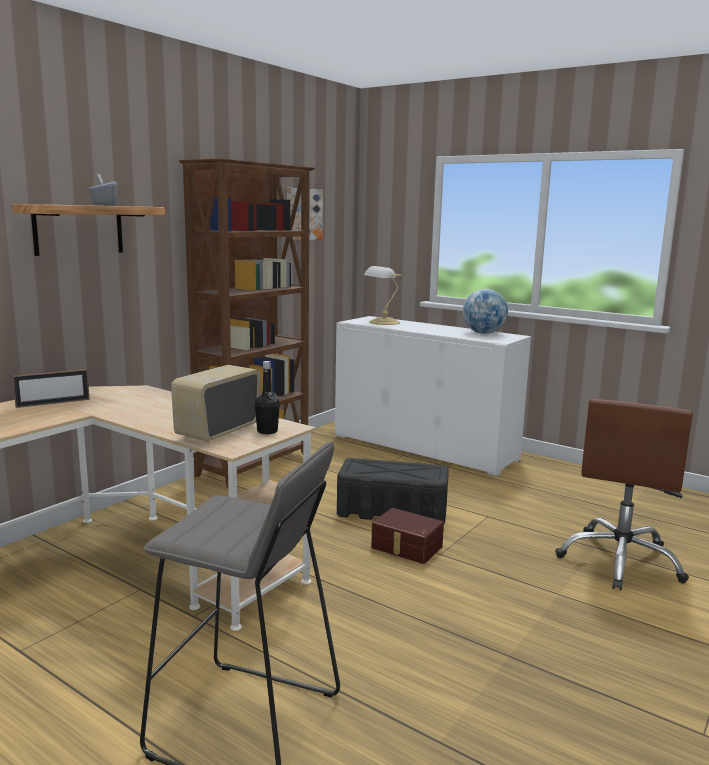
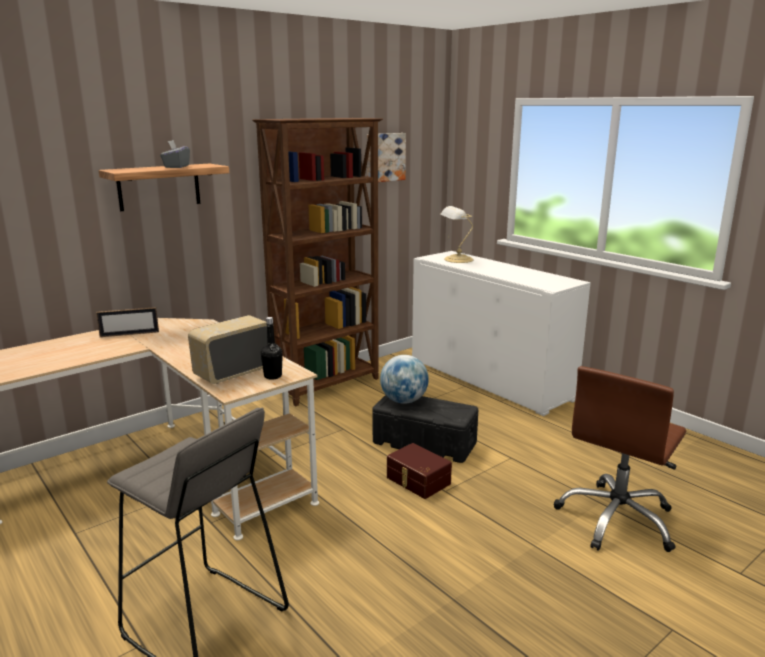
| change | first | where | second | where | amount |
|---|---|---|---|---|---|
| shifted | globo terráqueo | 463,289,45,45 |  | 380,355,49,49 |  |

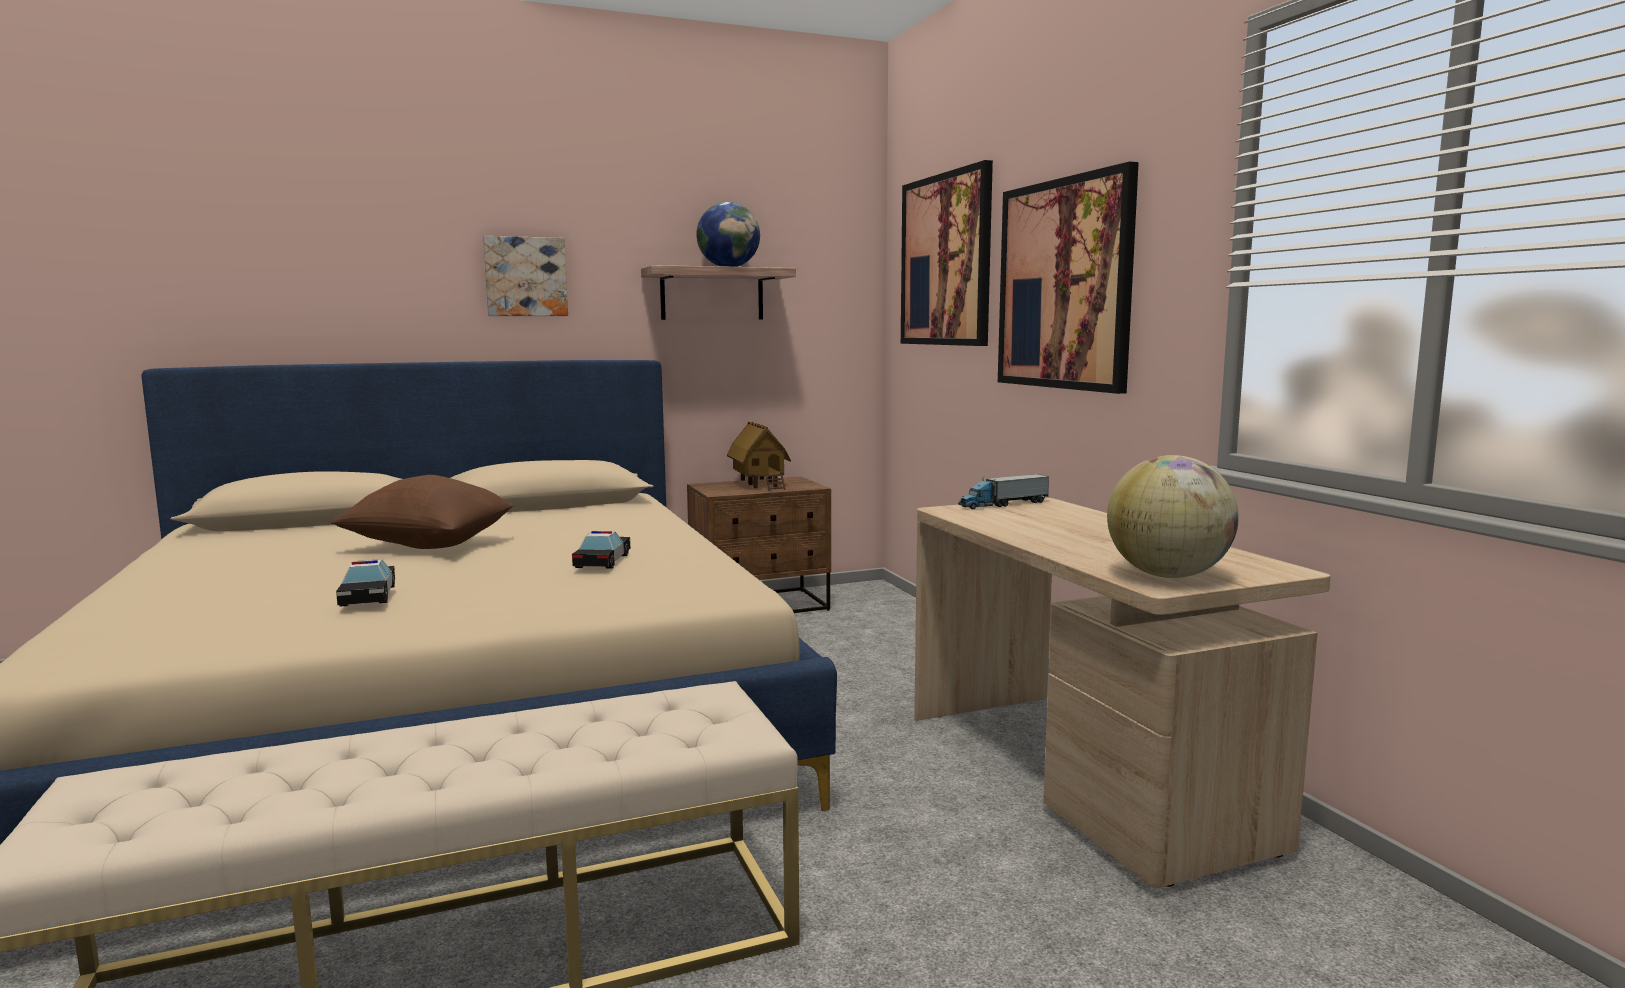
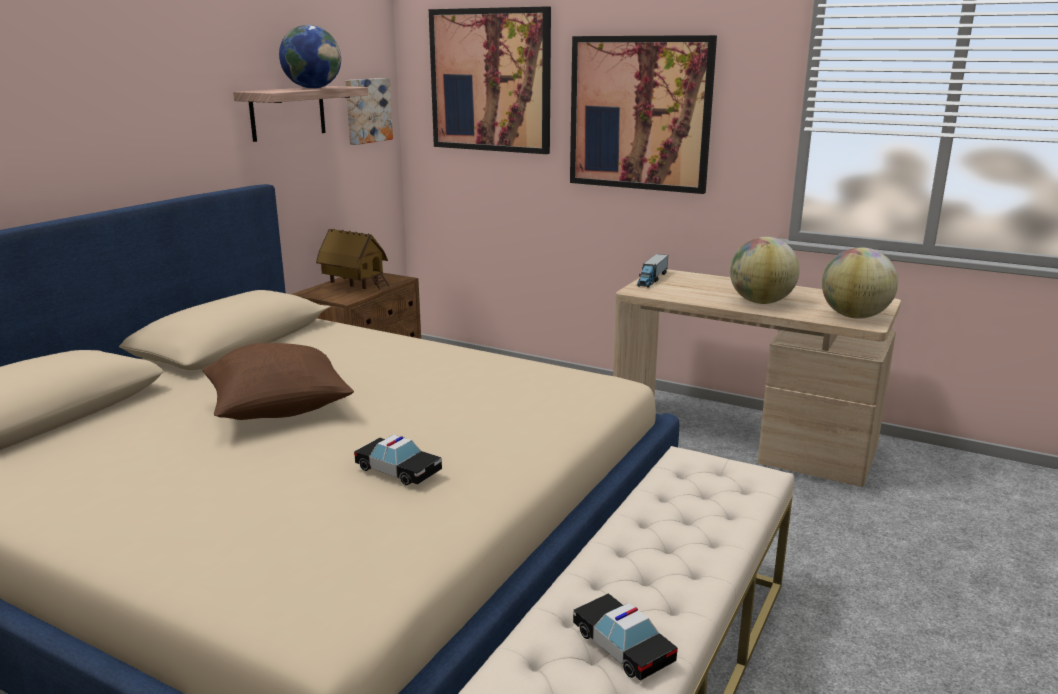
| change | first | where | second | where | amount |
|---|---|---|---|---|---|
| shifted | cuadro | 483,236,85,80 |  | 345,78,48,67 |  |
| shifted | coche de juguete | 572,531,58,38 |  | 573,593,105,88 |  |
| new |  |  | globo terráqueo | 730,237,70,67 |  |

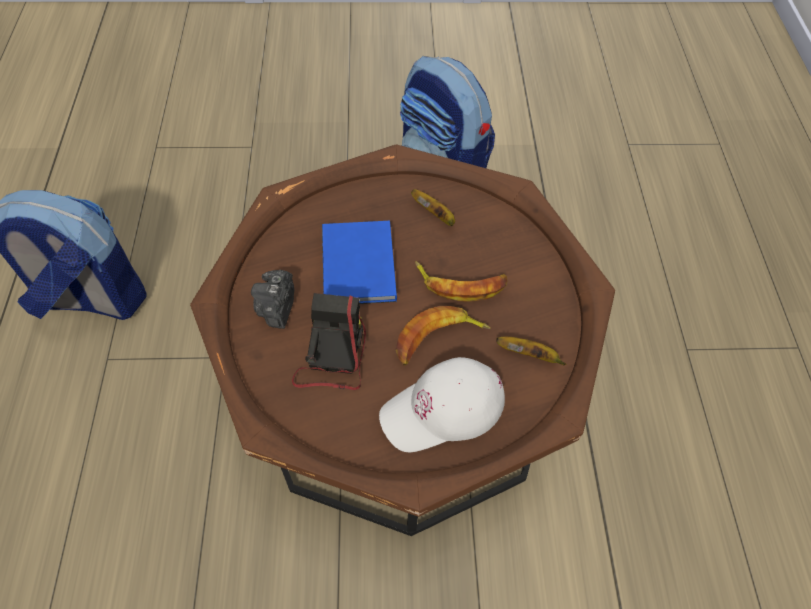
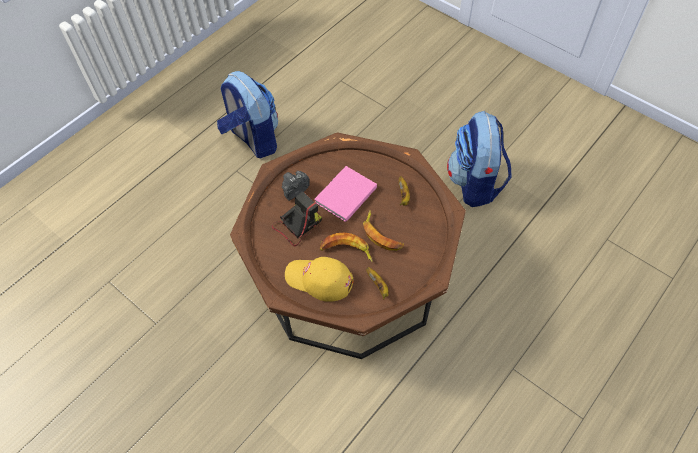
| change | first | where | second | where | amount |
|---|---|---|---|---|---|
| repainted | libro [azul] | 322,221,75,83 | libro [rosa] | 314,166,63,56 |  |
| repainted | gorra [blanco] | 379,357,126,96 | gorra [amarillo] | 285,257,68,45 |  |

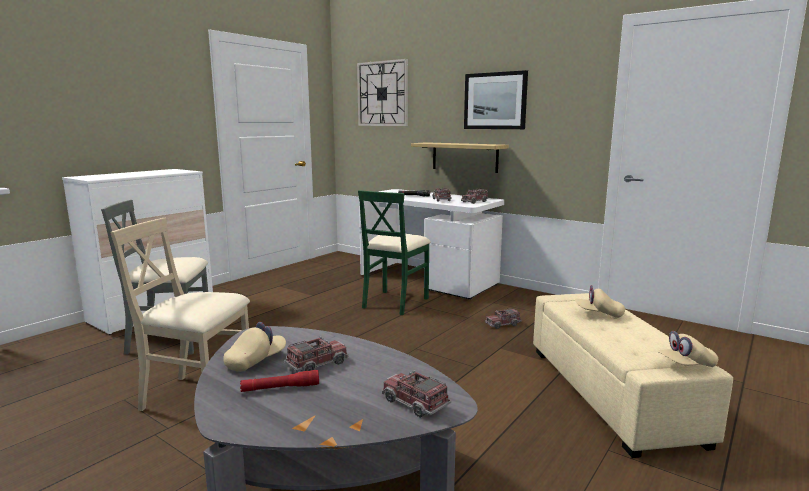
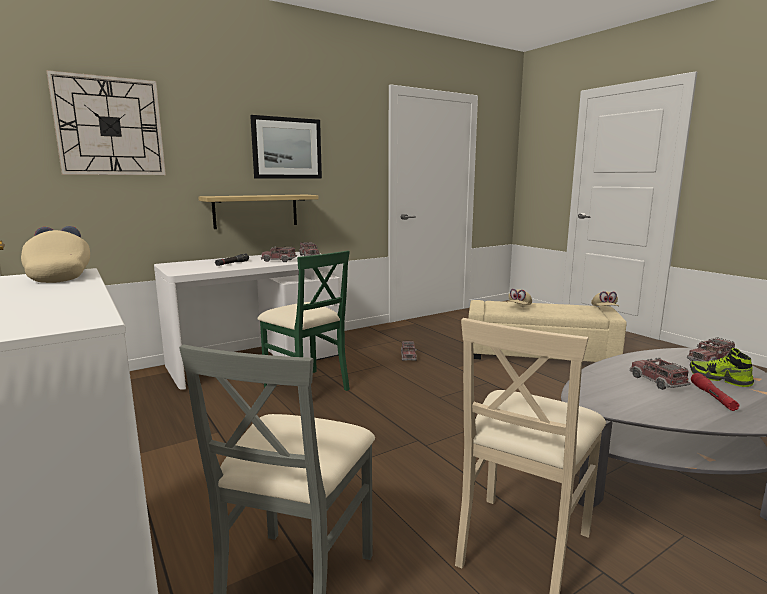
| change | first | where | second | where | amount |
|---|---|---|---|---|---|
| shifted | gorra [beis] | 224,322,62,50 |  | 21,226,69,57 |  |
| new |  |  | zapato | 690,348,64,39 |  |

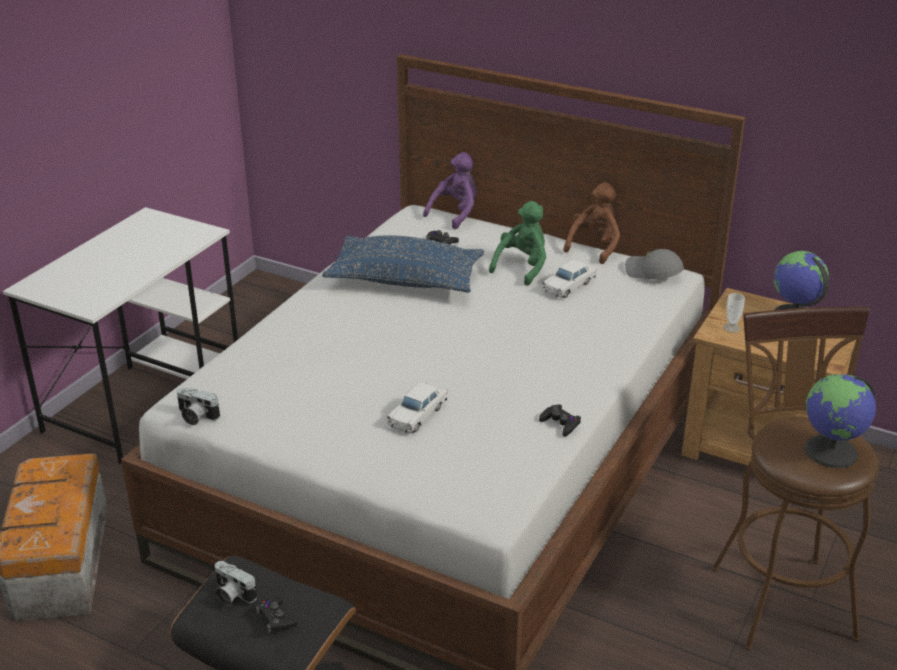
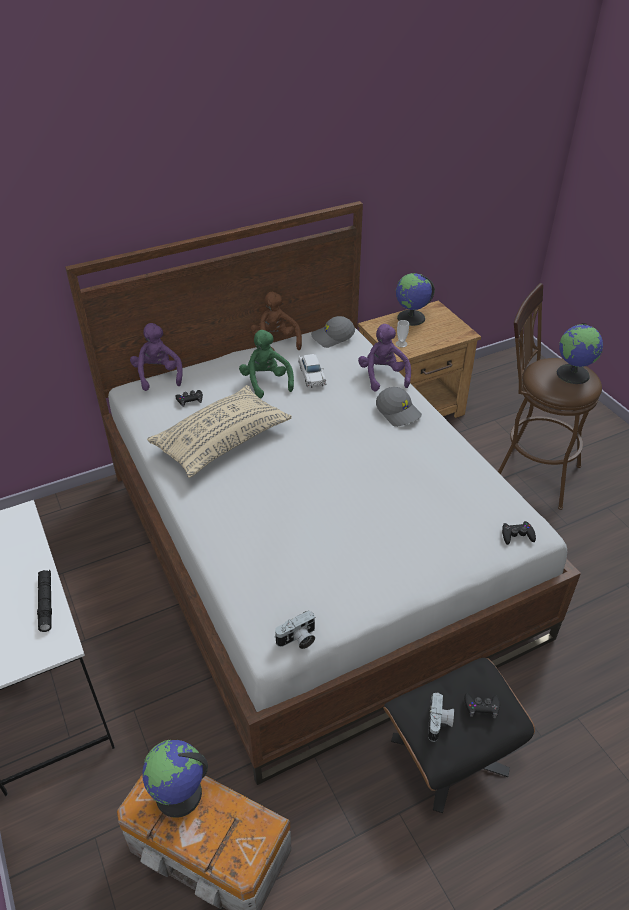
| change | first | where | second | where | amount |
|---|---|---|---|---|---|
| rotated | cámara | 215,561,42,45 |  | 428,692,26,50 | 60 degrees counterclockwise |
| repainted | cojín [azul] | 322,235,162,57 | cojín [beis] | 147,385,145,93 |  |
| gone | coche de juguete [blanco] | 387,382,60,51 |  |  |  |
| shifted | mando de consola [negro] | 539,404,42,33 |  | 502,521,34,24 |  |
| new |  |  | linterna [negro] | 37,570,15,62 |  |
| new |  |  | globo terráqueo | 142,739,66,79 |  |
| new |  |  | peluche [morado] | 358,324,53,68 |  |
| new |  |  | gorra [gris] | 376,387,46,40 |  |

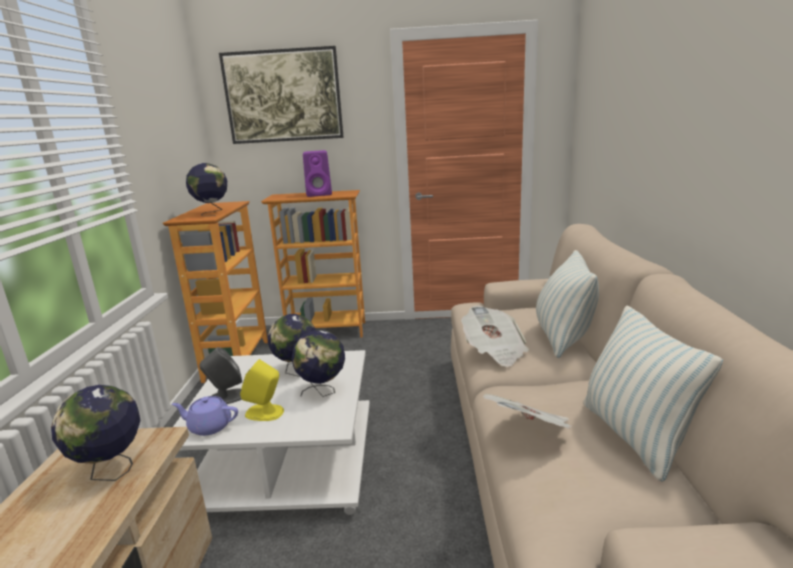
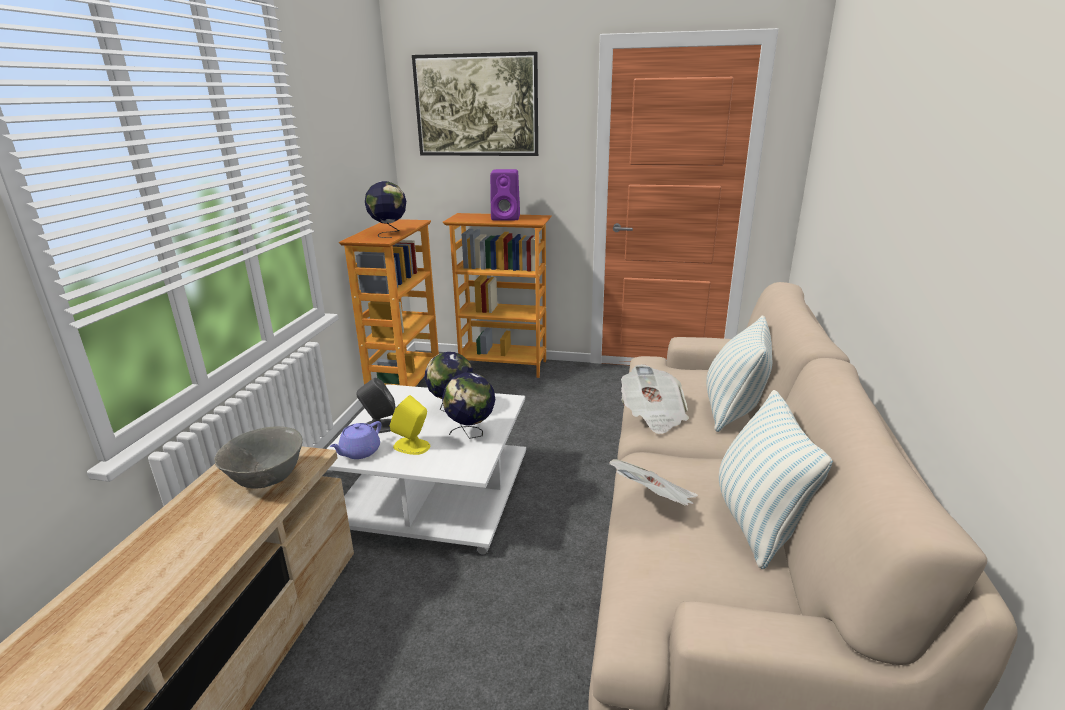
| change | first | where | second | where | amount |
|---|---|---|---|---|---|
| swapped | globo terráqueo | 51,385,89,96 | cuenco [gris] | 214,426,89,63 |  |
| rotated | tetera [morado] | 172,396,66,40 |  | 329,421,52,38 | 75 degrees counterclockwise |

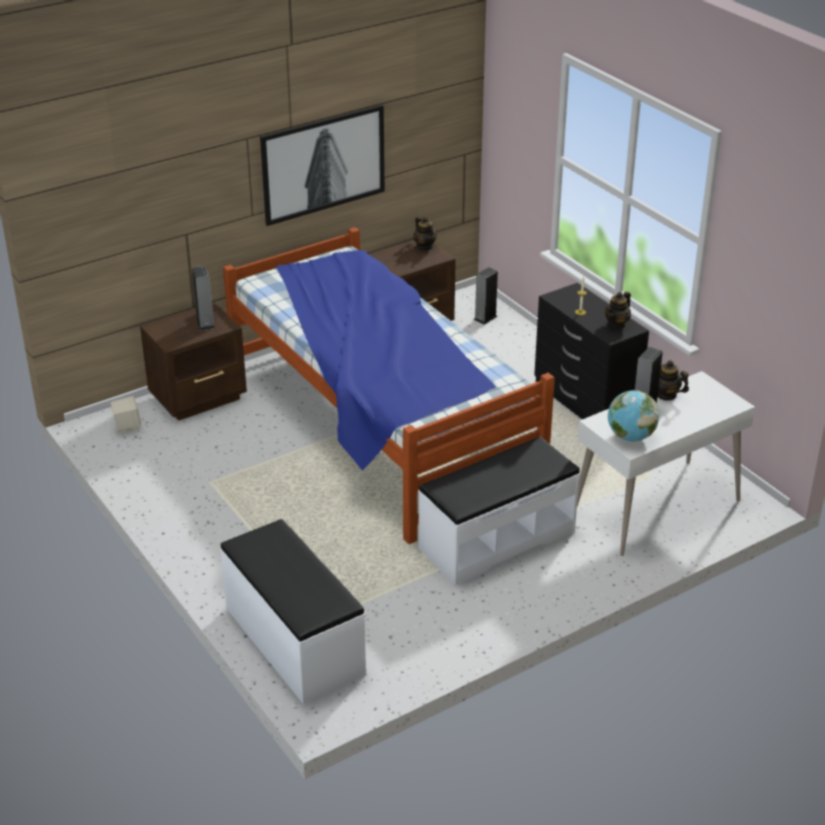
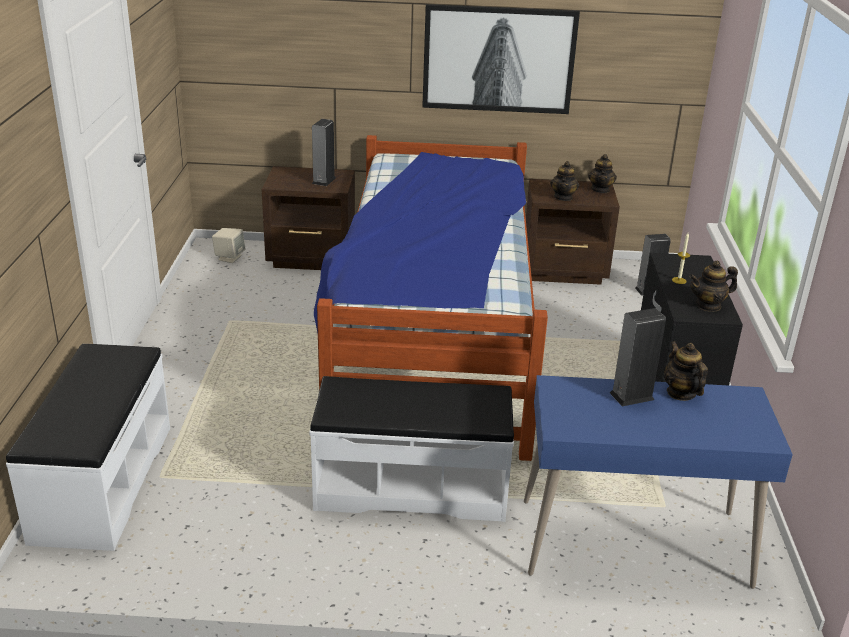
| change | first | where | second | where | amount |
|---|---|---|---|---|---|
| repainted | escritorio [blanco] | 577,371,178,185 | escritorio [azul] | 524,375,269,214 |  |
| gone | globo terráqueo | 608,390,51,51 |  |  |  |
| new |  |  | tetera | 550,161,29,40 |  |

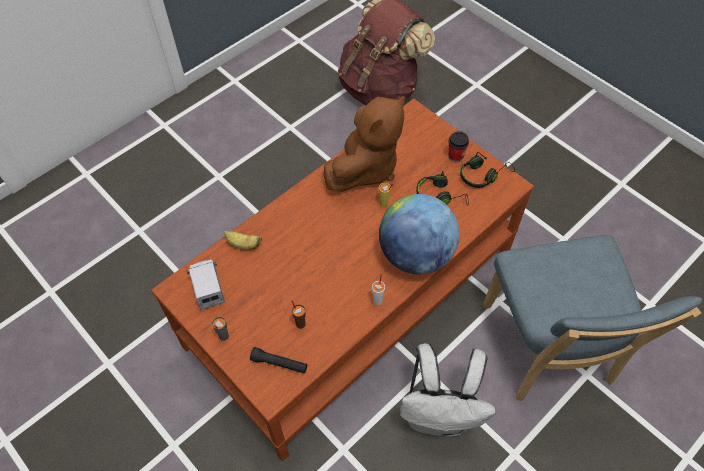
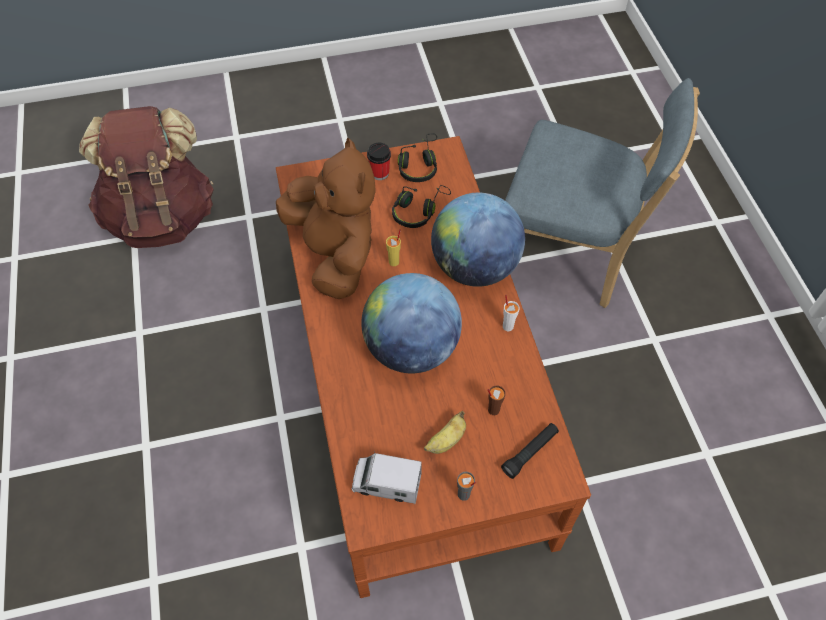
| change | first | where | second | where | amount |
|---|---|---|---|---|---|
| shifted | plátano | 224,231,38,19 |  | 424,411,42,43 |  |
| gone | mochila [blanco] | 400,343,96,93 |  |  |  |
| new |  |  | globo terráqueo | 361,273,101,100 |  |

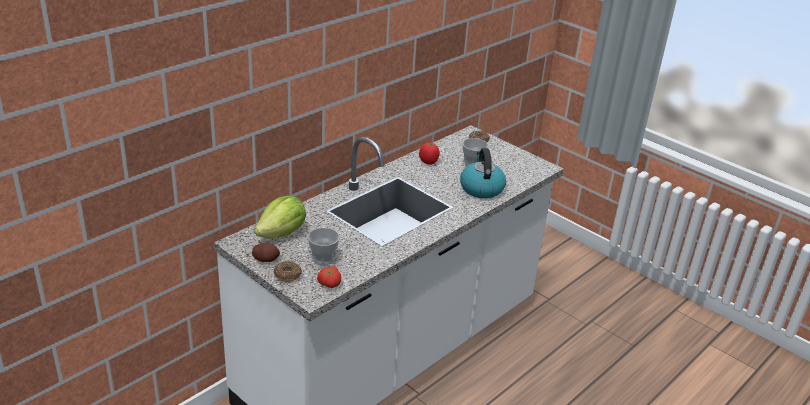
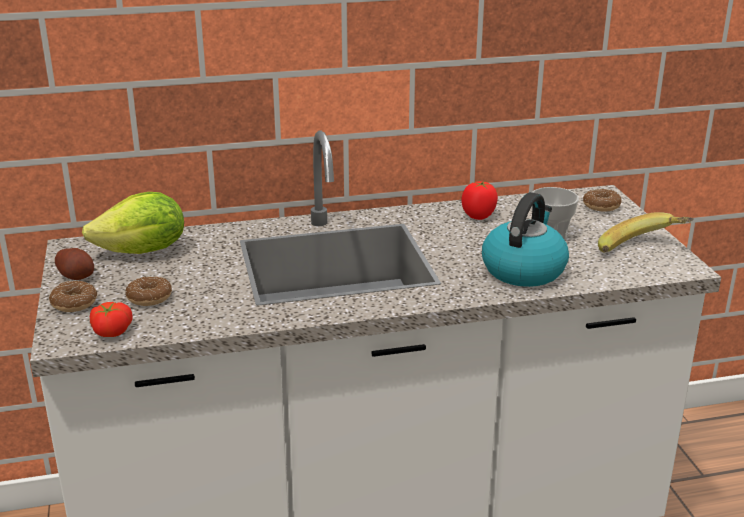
| change | first | where | second | where | amount |
|---|---|---|---|---|---|
| swapped | taza | 307,227,33,39 | rosquilla | 125,276,47,30 |  |
| new |  |  | plátano | 598,212,96,41 |  |

